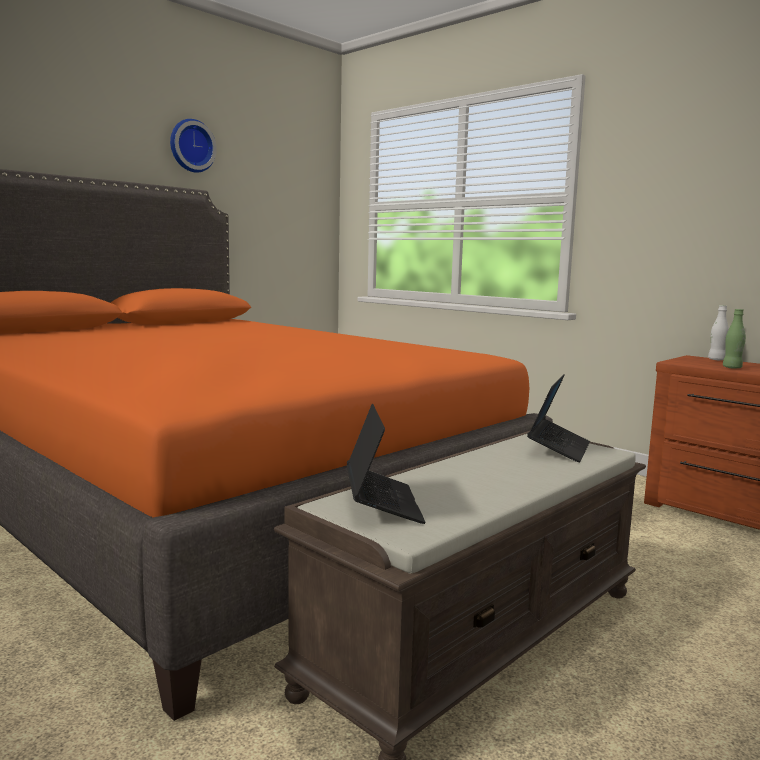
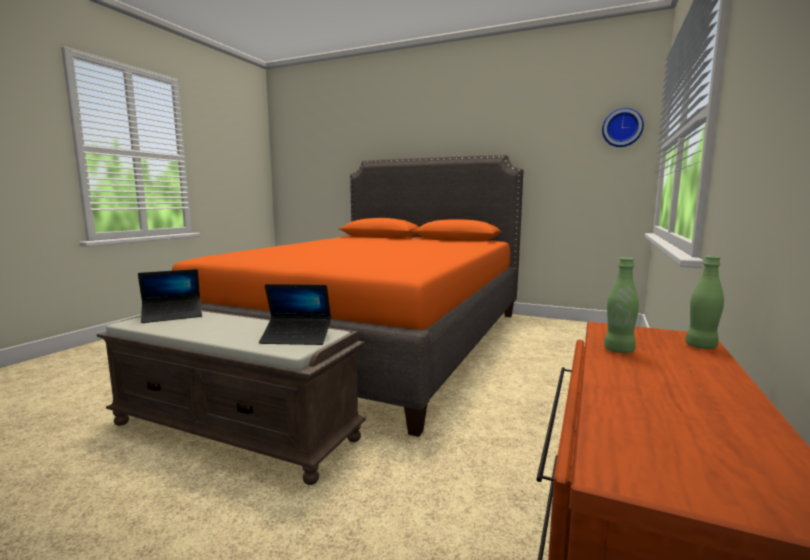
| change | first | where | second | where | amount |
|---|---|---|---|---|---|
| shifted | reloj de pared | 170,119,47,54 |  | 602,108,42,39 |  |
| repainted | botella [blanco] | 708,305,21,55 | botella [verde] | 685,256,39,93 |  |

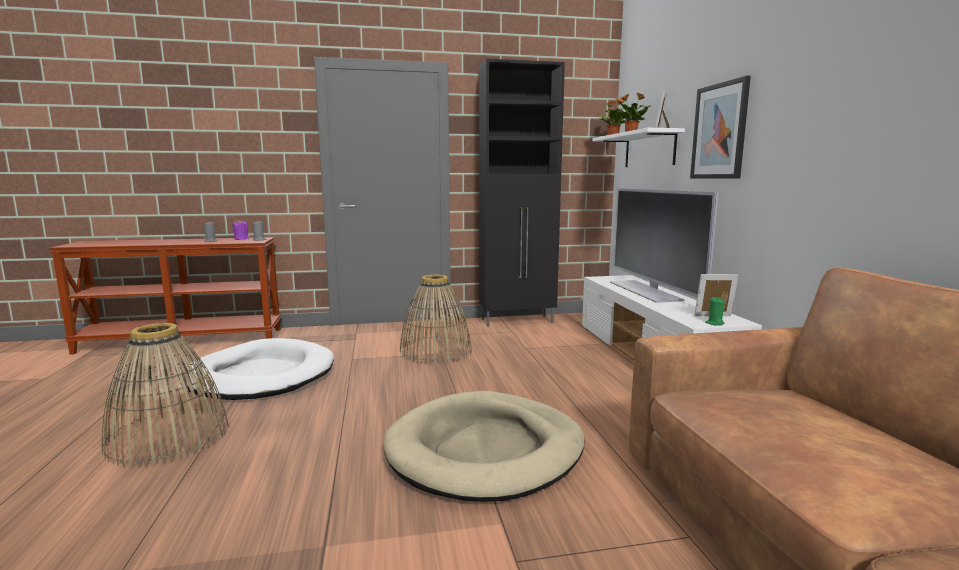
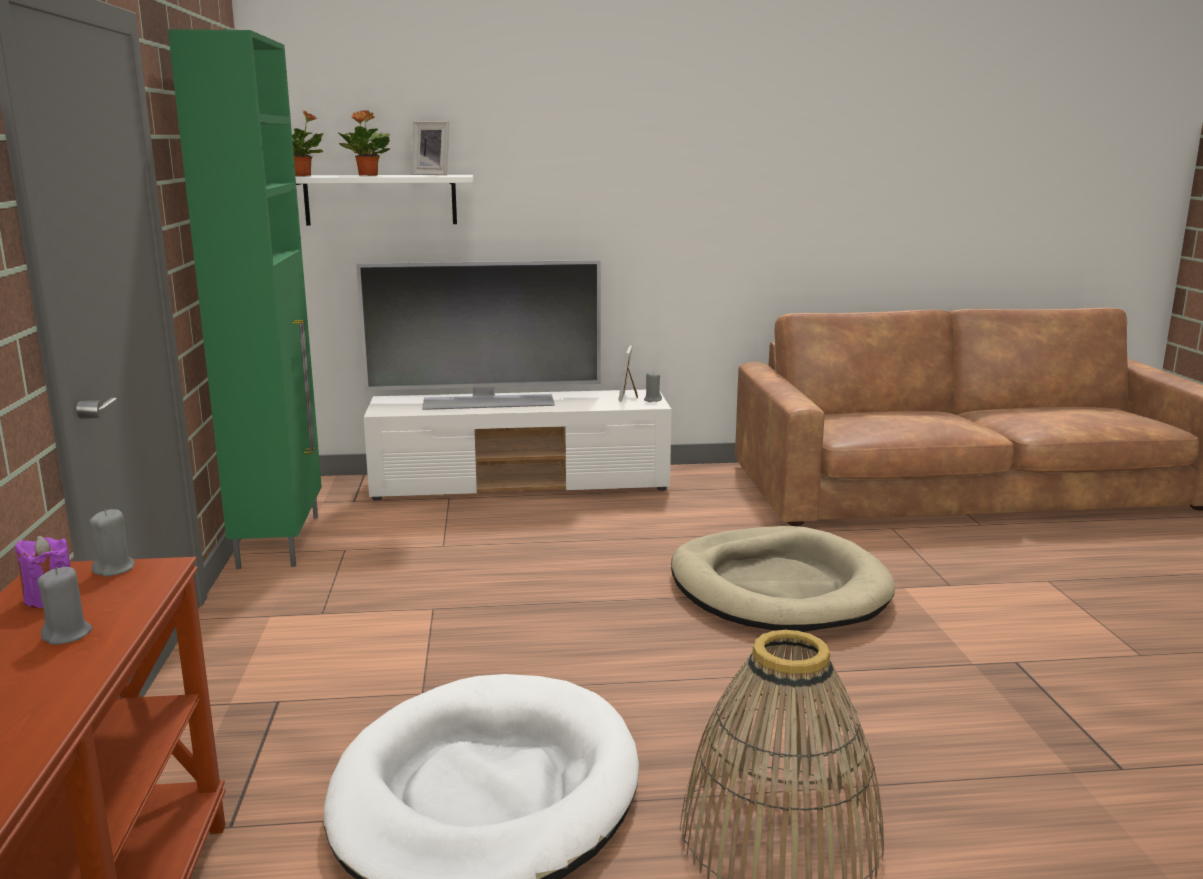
| change | first | where | second | where | amount |
|---|---|---|---|---|---|
| gone | cesta | 400,275,72,90 |  |  |  |
| repainted | armario [negro] | 479,59,86,268 | armario [verde] | 168,29,154,540 |  |
| gone | cuadro | 690,76,61,102 |  |  |  |
| repainted | vela [verde] | 705,297,20,28 | vela [gris] | 644,372,18,30 |  |

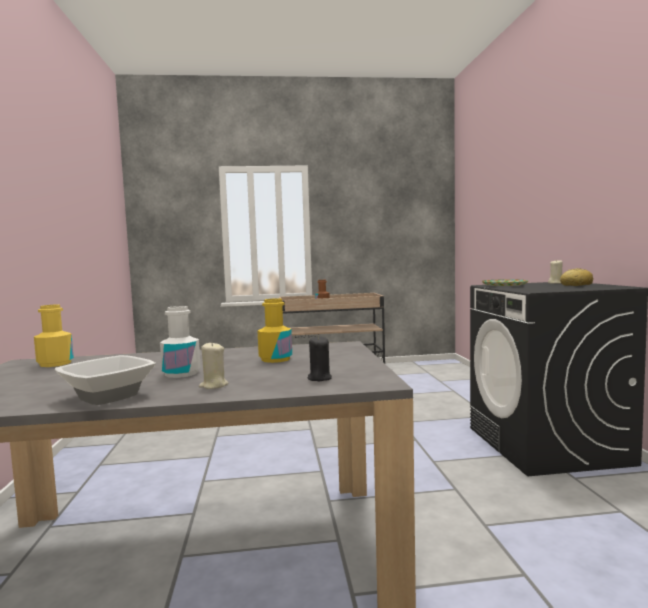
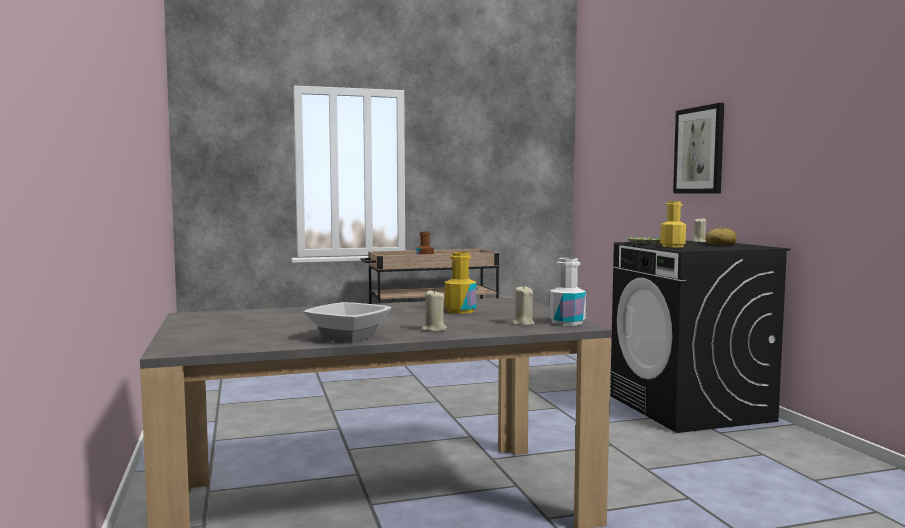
| change | first | where | second | where | amount |
|---|---|---|---|---|---|
| shifted | botella [amarillo] | 34,305,40,62 |  | 660,201,26,46 |  |
| shifted | botella [blanco] | 160,306,41,72 |  | 549,258,37,68 |  |
| repainted | vela [negro] | 308,336,24,45 | vela [beis] | 511,285,24,41 |  |
| new |  |  | cuadro | 673,103,51,91 |  |

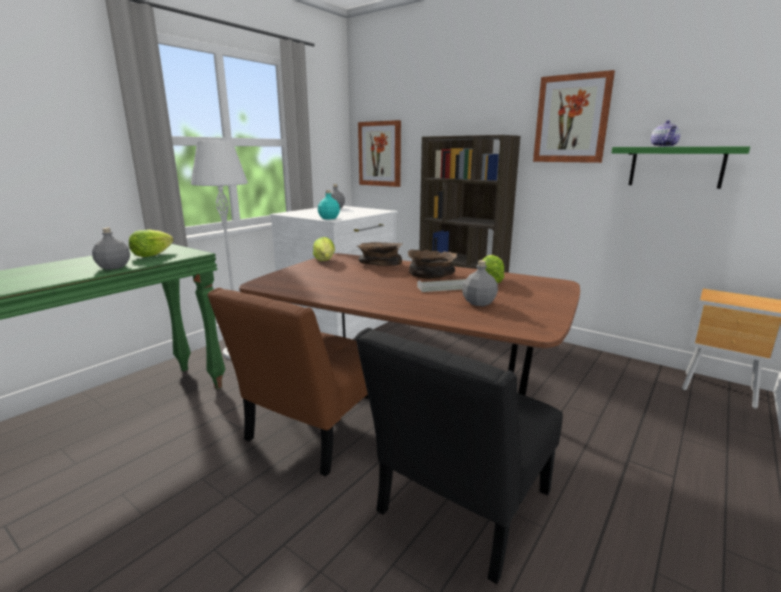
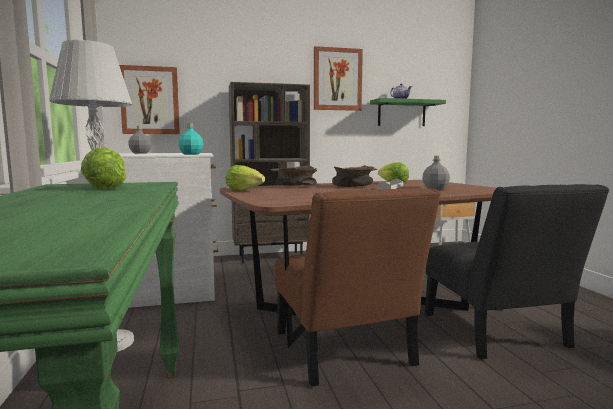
| change | first | where | second | where | amount |
|---|---|---|---|---|---|
| gone | botella [gris] | 92,228,38,42 |  |  |  |

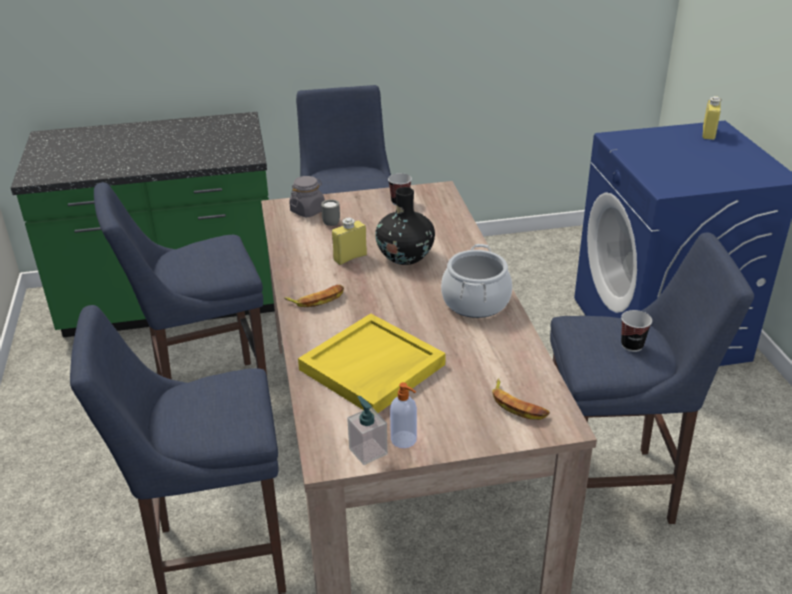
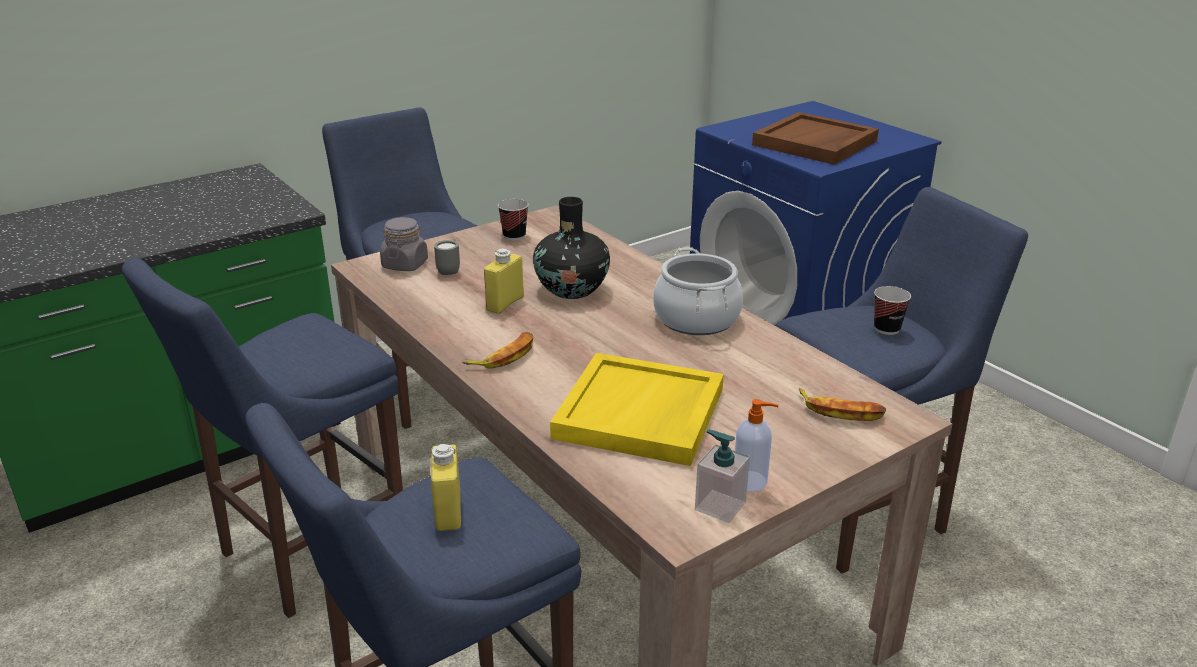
| change | first | where | second | where | amount |
|---|---|---|---|---|---|
| shifted | botella [amarillo] | 703,96,19,44 |  | 431,444,30,87 |  |
| new |  |  | bandeja [marrón] | 752,112,127,53 |  |

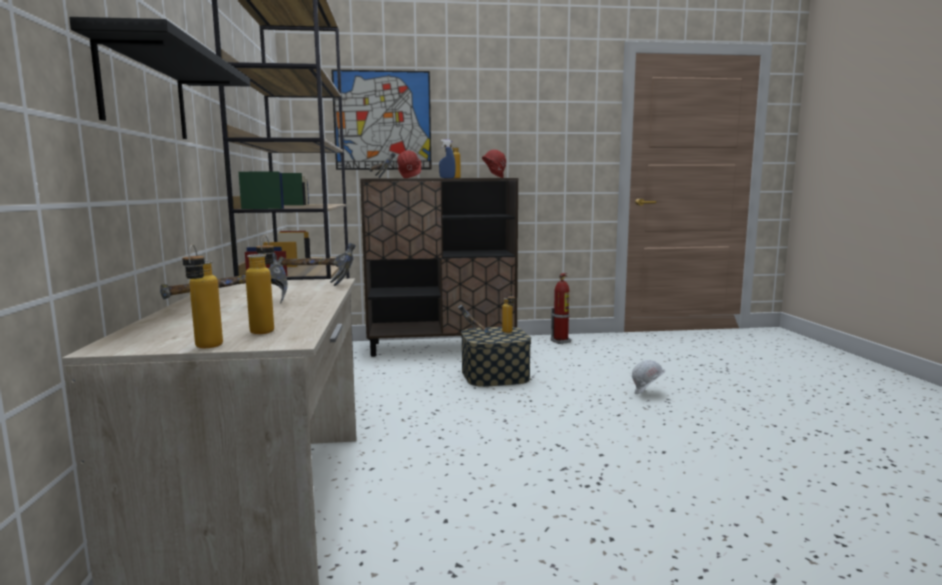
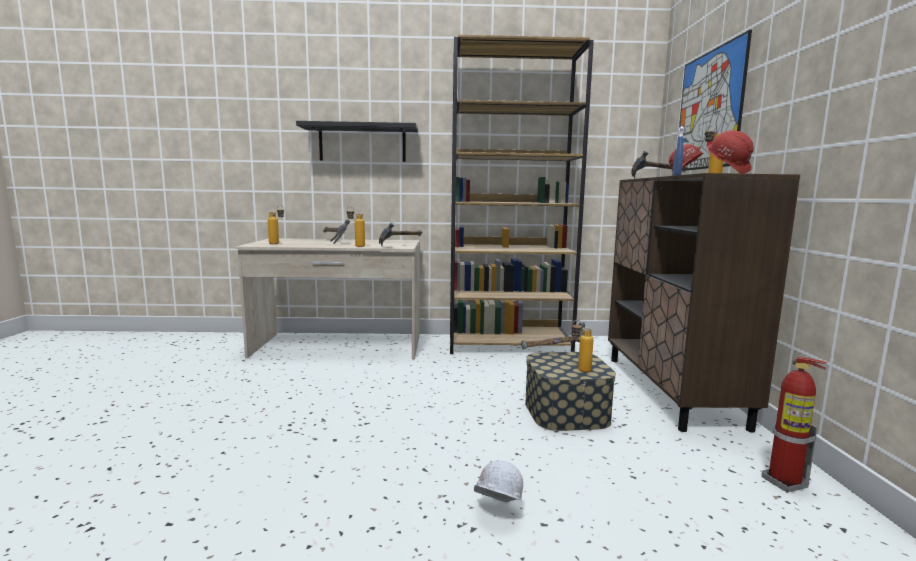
| change | first | where | second | where | amount |
|---|---|---|---|---|---|
| shifted | botella | 182,245,41,103 |  | 346,207,19,40 |  |

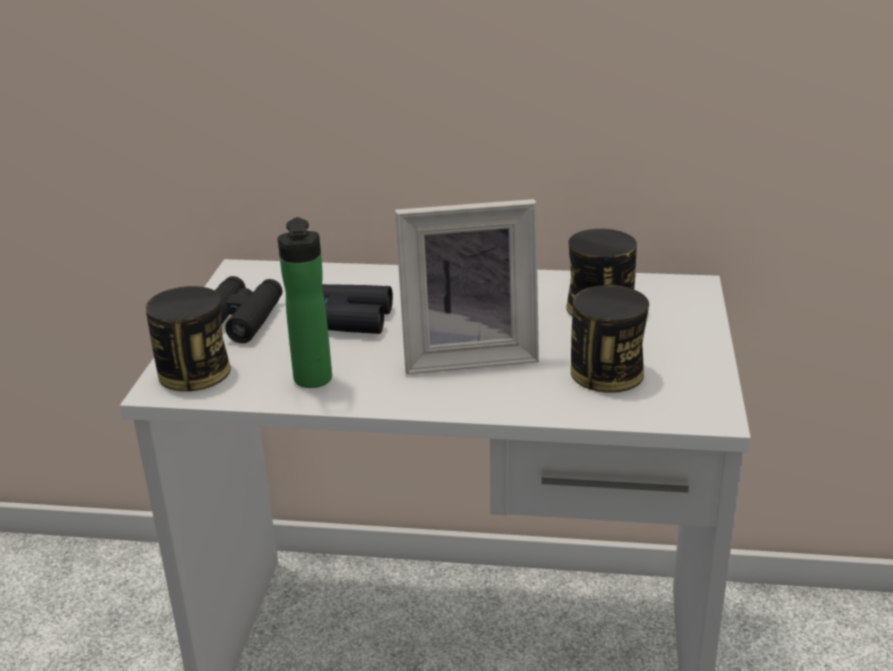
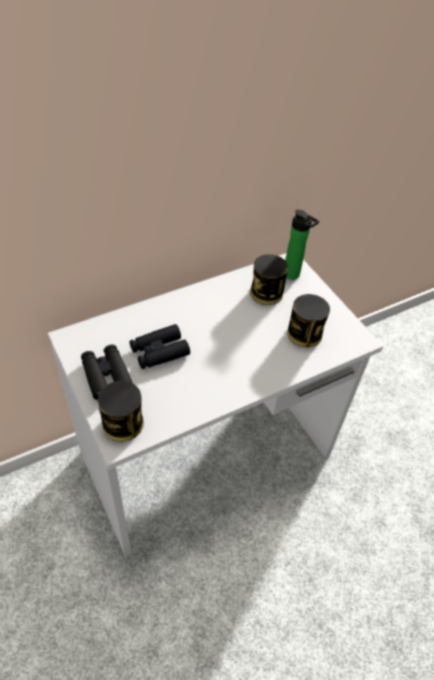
| change | first | where | second | where | amount |
|---|---|---|---|---|---|
| shifted | botella | 278,217,54,171 |  | 285,210,34,70 |  |
| gone | portarretratos | 395,199,144,175 |  |  |  |

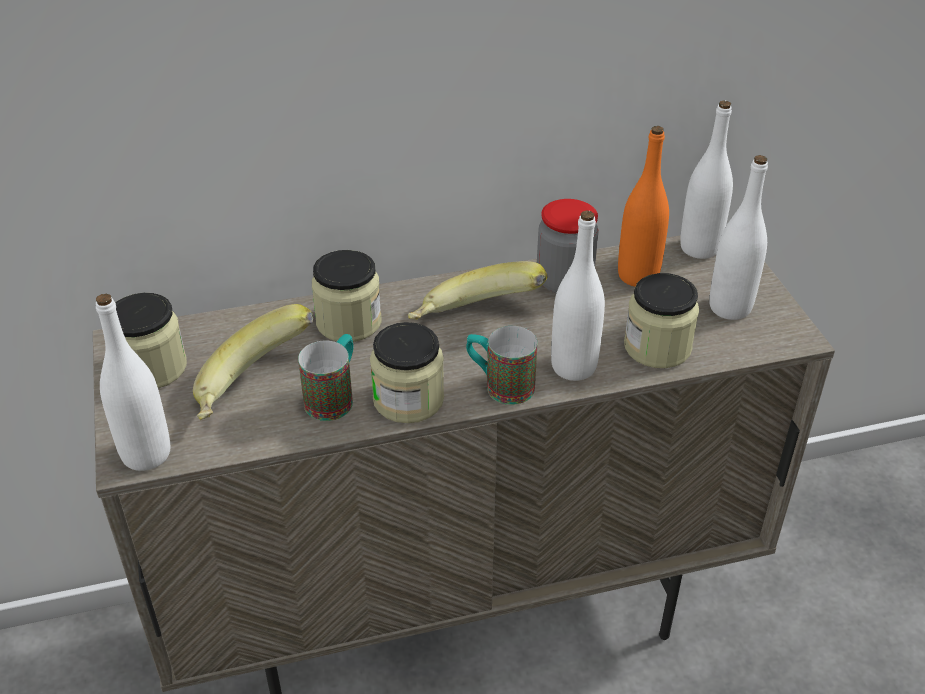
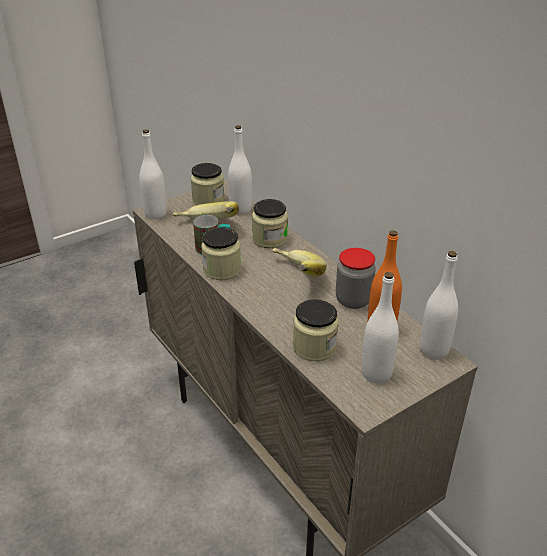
| change | first | where | second | where | amount |
|---|---|---|---|---|---|
| gone | taza grande | 466,326,72,79 |  |  |  |
| shifted | botella [blanco] | 551,210,54,171 |  | 228,125,24,89 |  |

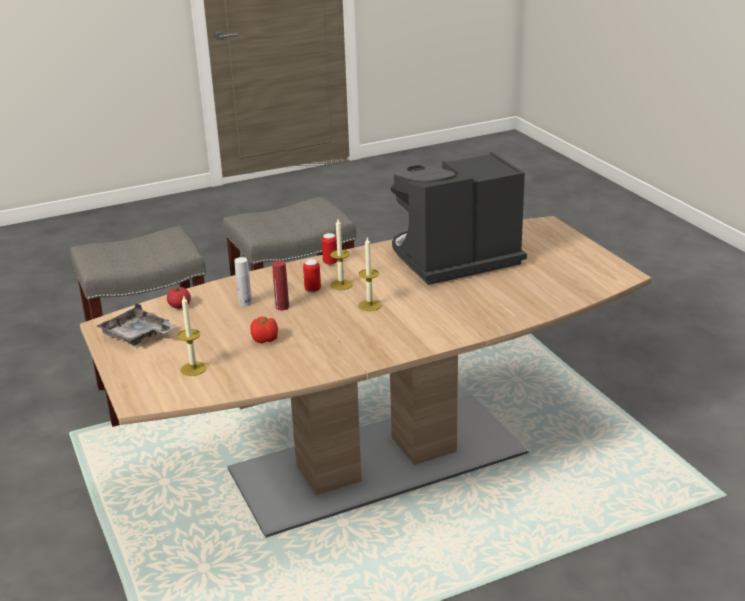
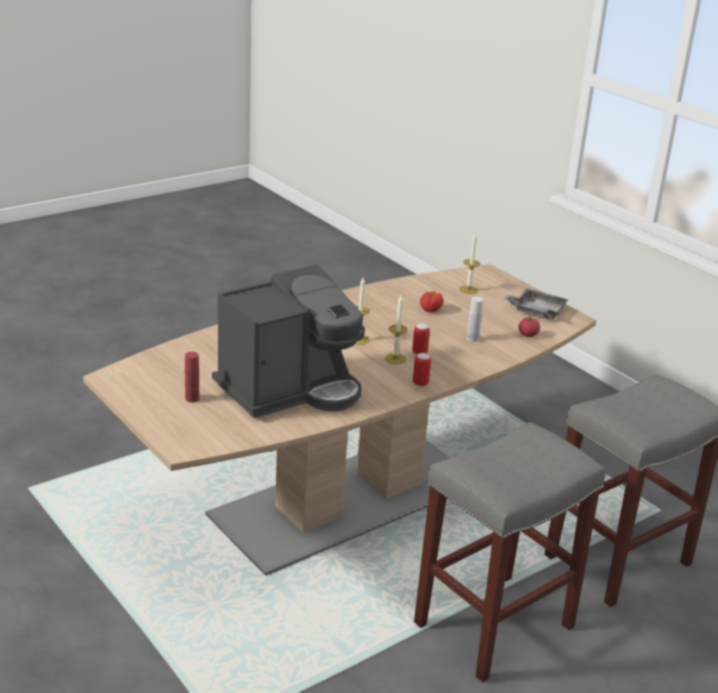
| change | first | where | second | where | amount |
|---|---|---|---|---|---|
| shifted | botella [rojo] | 272,261,17,49 |  | 185,352,14,50 |  |

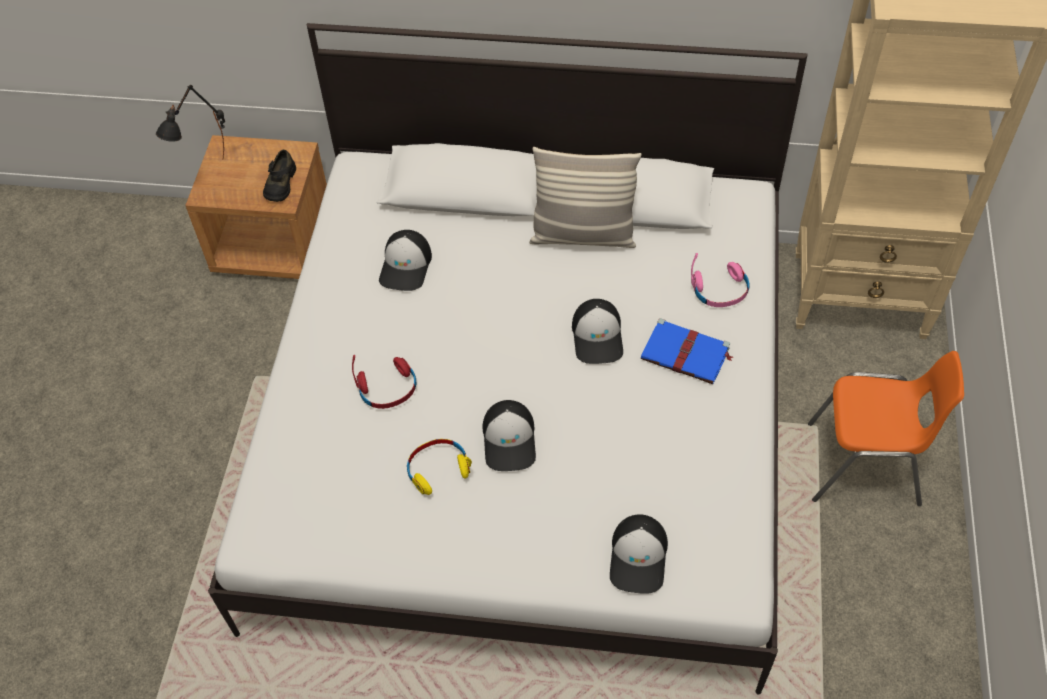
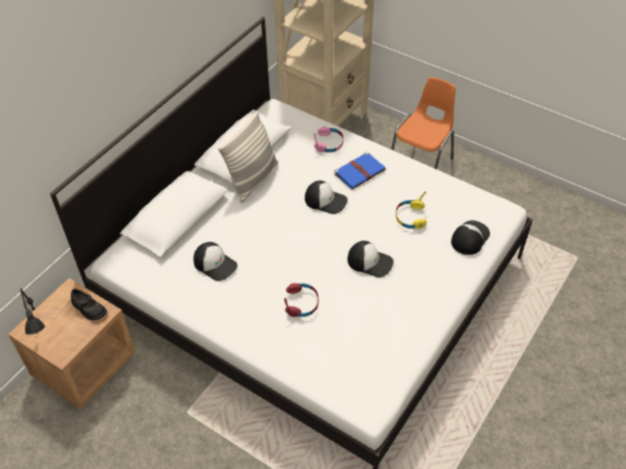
| change | first | where | second | where | amount |
|---|---|---|---|---|---|
| shifted | auriculares [amarillo] | 407,439,65,56 |  | 396,191,31,38 |  |
| rotated | gorra | 610,514,58,80 |  | 451,220,39,35 | 90 degrees counterclockwise |

